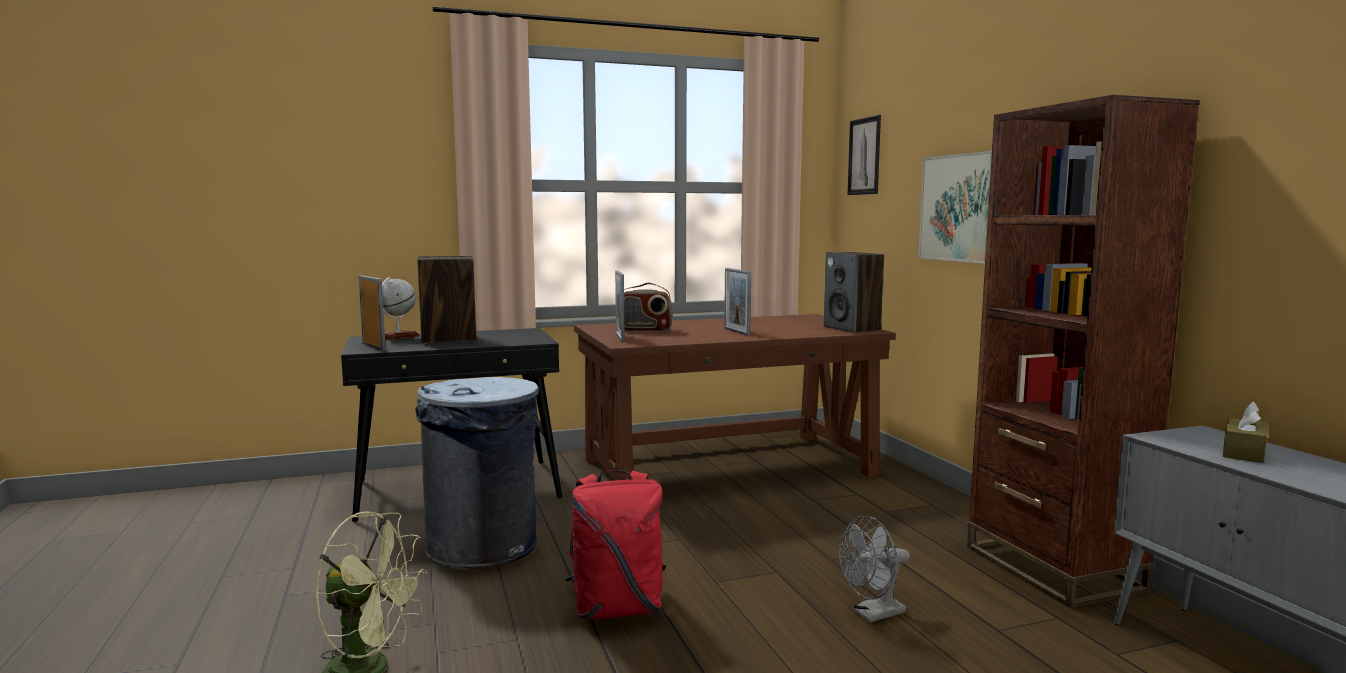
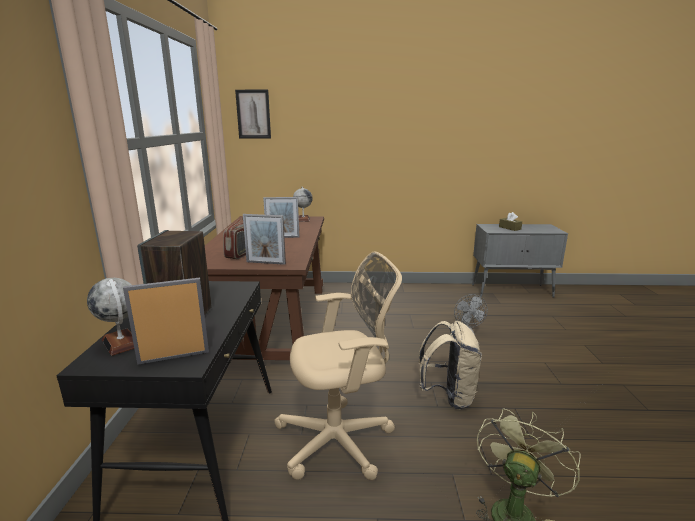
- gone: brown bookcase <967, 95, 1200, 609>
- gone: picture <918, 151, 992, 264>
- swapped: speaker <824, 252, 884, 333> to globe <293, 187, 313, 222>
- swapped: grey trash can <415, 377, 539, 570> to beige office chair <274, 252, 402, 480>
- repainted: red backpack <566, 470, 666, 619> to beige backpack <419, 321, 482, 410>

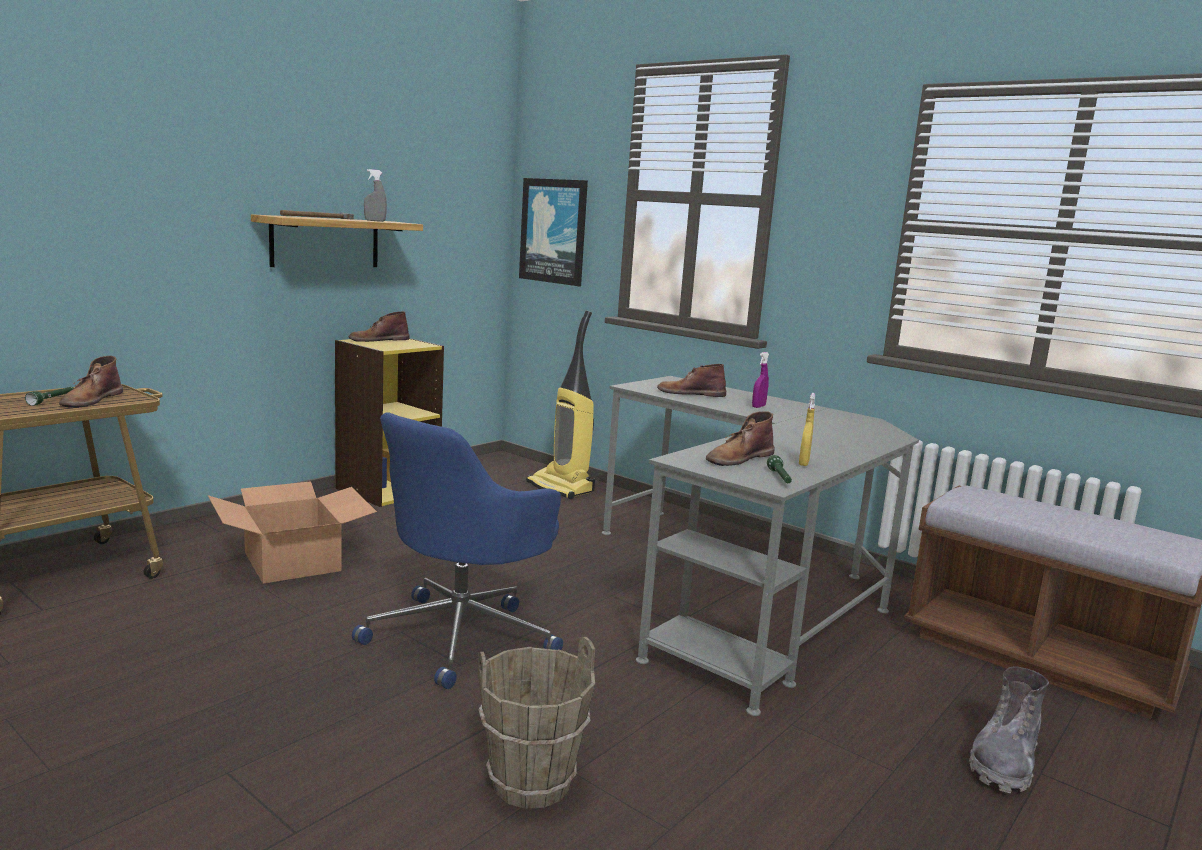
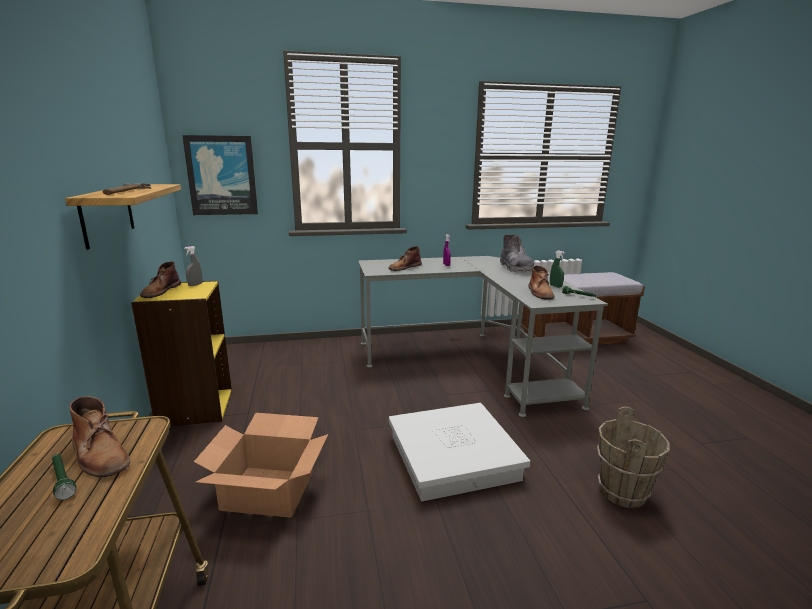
- shifted: grey spray bottle <364, 169, 387, 222> to <184, 246, 203, 286>
- gone: vacuum cleaner <526, 311, 595, 499>
- repainted: yellow spray bottle <799, 393, 815, 466> to green spray bottle <550, 251, 565, 287>
- swapped: blue office chair <352, 412, 563, 689> to white storage box <389, 403, 530, 501>
- shifted: grey boot <969, 666, 1049, 793> to <500, 235, 534, 273>

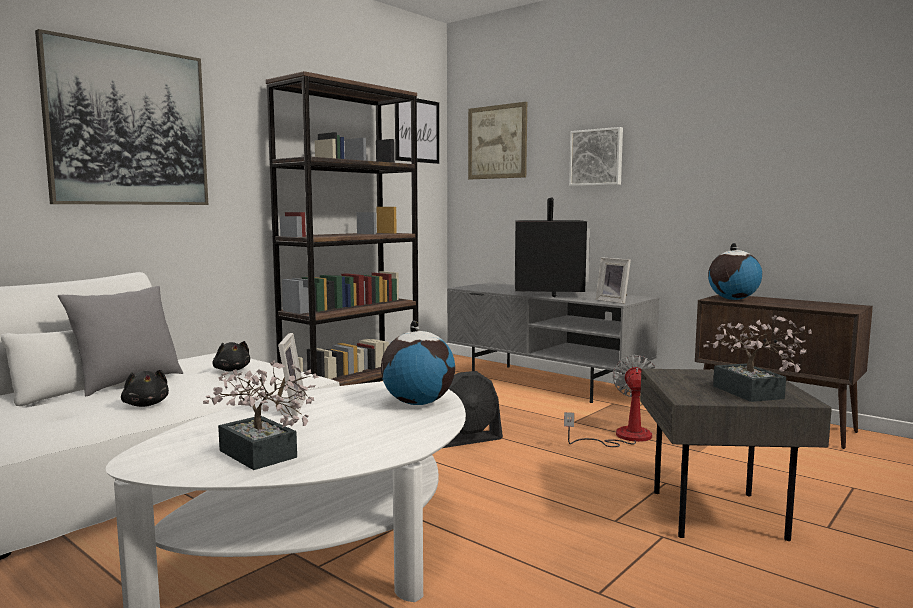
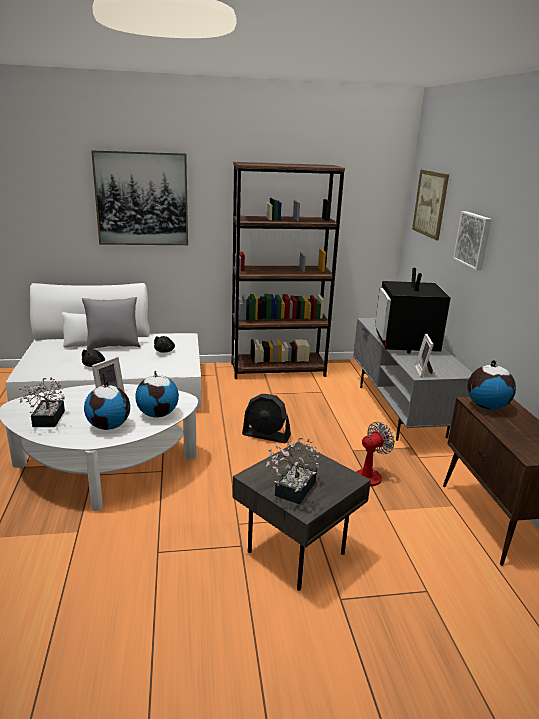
- gone: picture <395, 98, 439, 164>
- rotated: television <515, 197, 590, 297> = <375, 268, 451, 354> 135 degrees clockwise
- new: globe <84, 381, 130, 430>

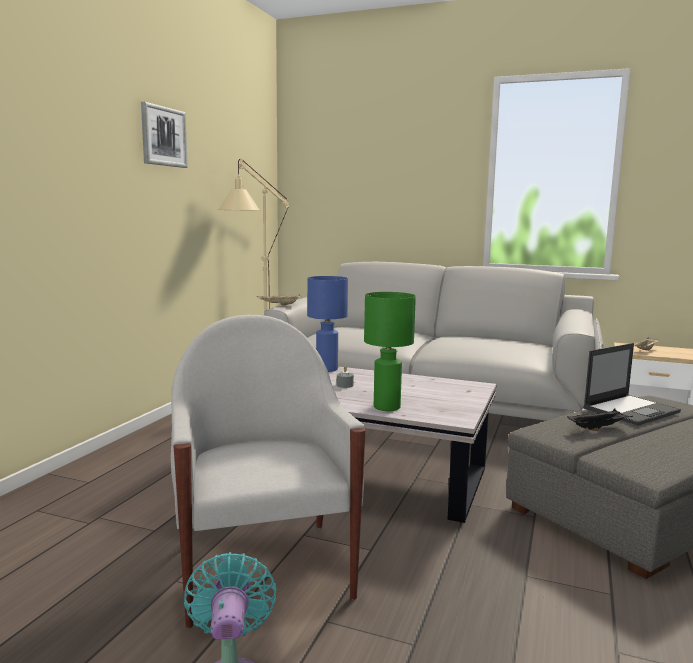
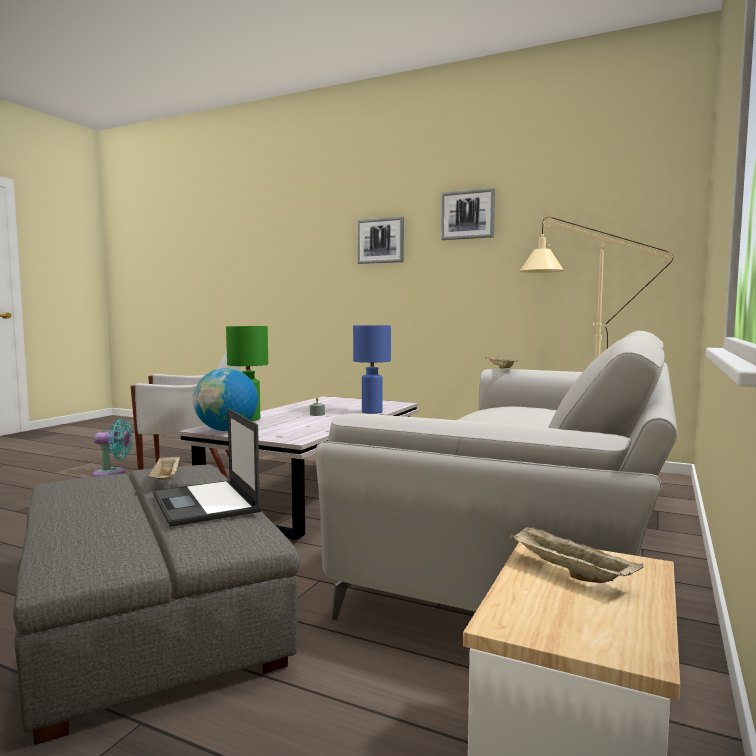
- repainted: black tray <567, 409, 633, 431> to beige tray <149, 455, 180, 480>
- new: picture <357, 216, 404, 264>
- new: globe <193, 368, 258, 431>

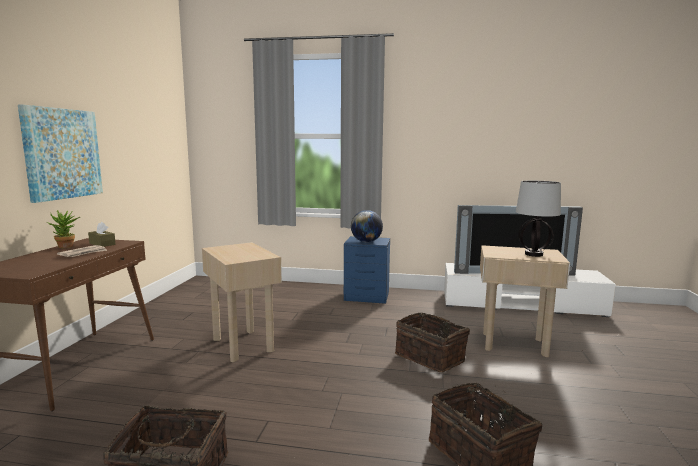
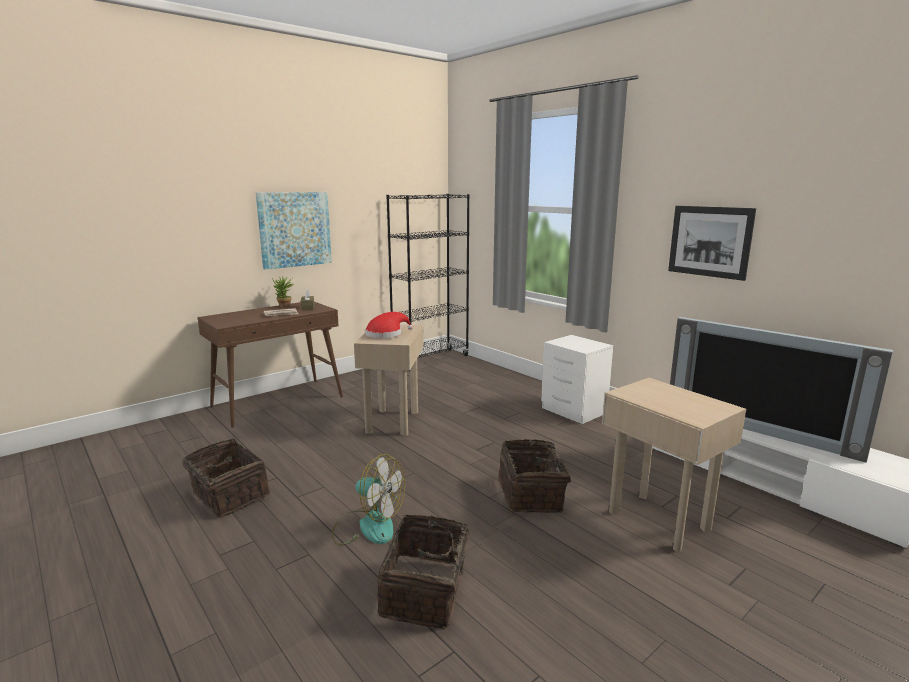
- gone: table lamp <516, 181, 561, 257>
- gone: globe <351, 210, 383, 242>
- repainted: blue nightstand <344, 236, 390, 304> to white nightstand <541, 335, 613, 424>
- new: black bookcase <386, 194, 470, 371>
- new: picture <668, 206, 756, 281>
- new: red hat <365, 312, 413, 338>
- new: fan <332, 454, 405, 545>

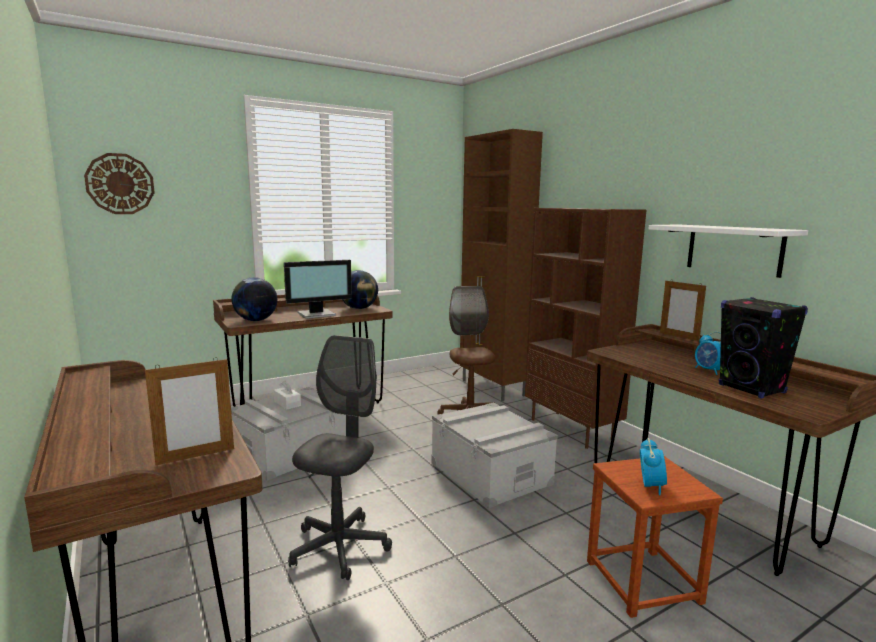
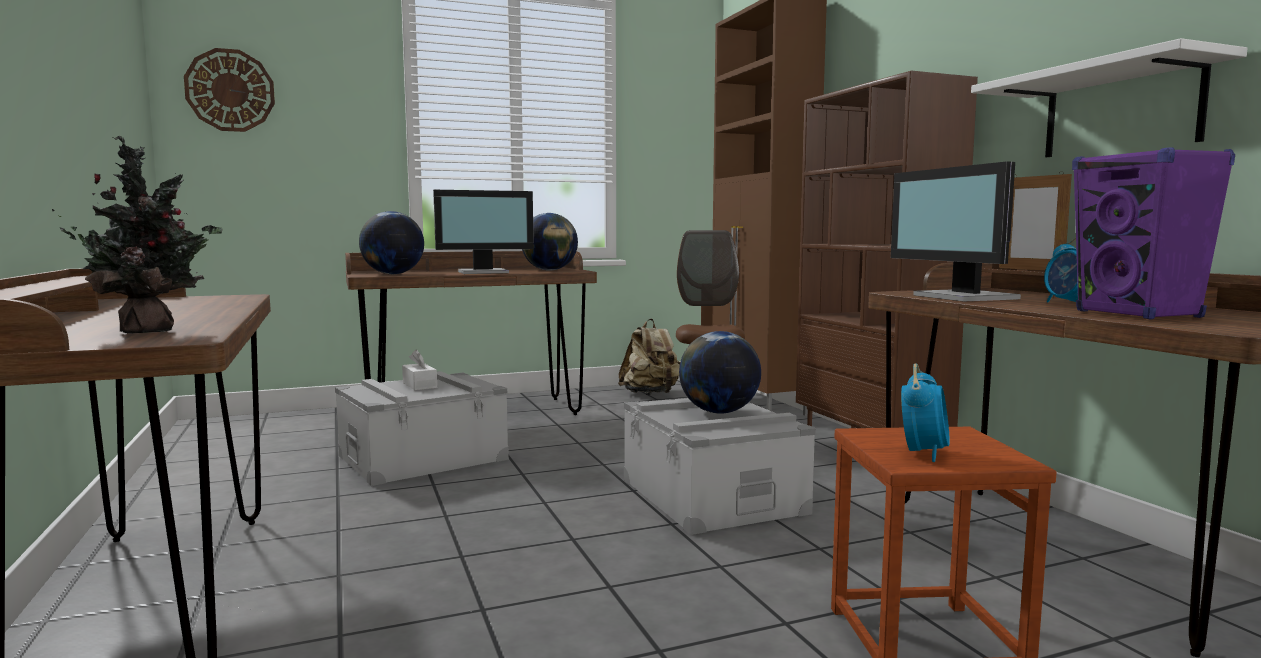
- repainted: black speaker <719, 297, 808, 399> to purple speaker <1072, 147, 1235, 319>
- gone: grey office chair <288, 335, 392, 580>
- swapped: picture frame <145, 357, 234, 465> to potted plant <52, 136, 223, 334>
- new: monitor <891, 161, 1021, 302>
- new: beige backpack <618, 319, 680, 395>
- new: globe <679, 331, 761, 414>

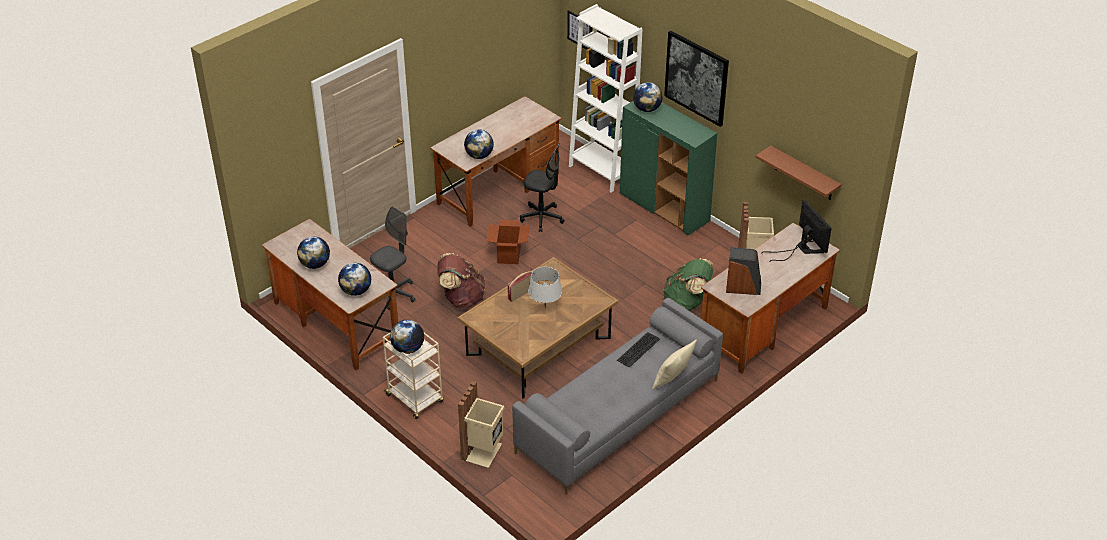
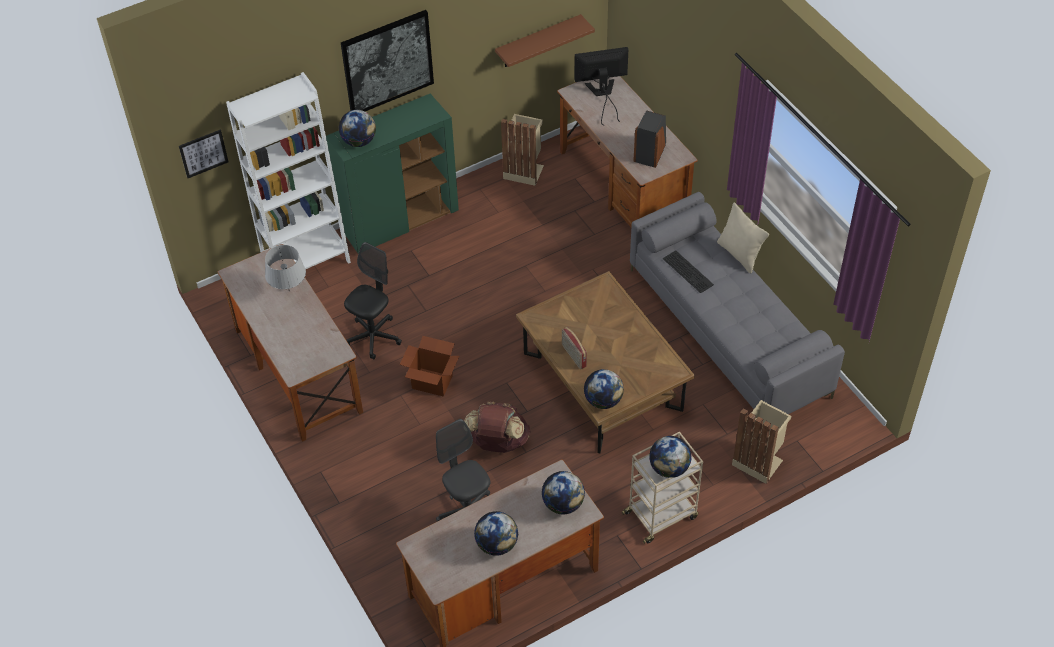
- shifted: globe <464, 130, 494, 159> to <584, 369, 624, 409>
- gone: green backpack <663, 258, 714, 311>
- shifted: grey table lamp <528, 267, 562, 303> to <265, 245, 306, 289>

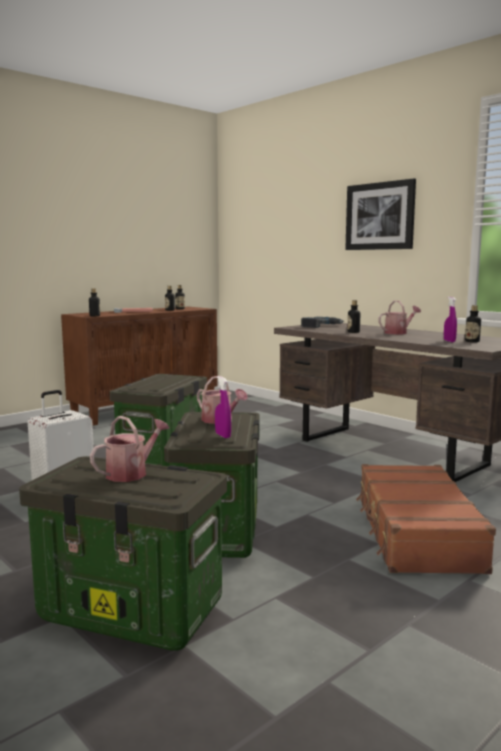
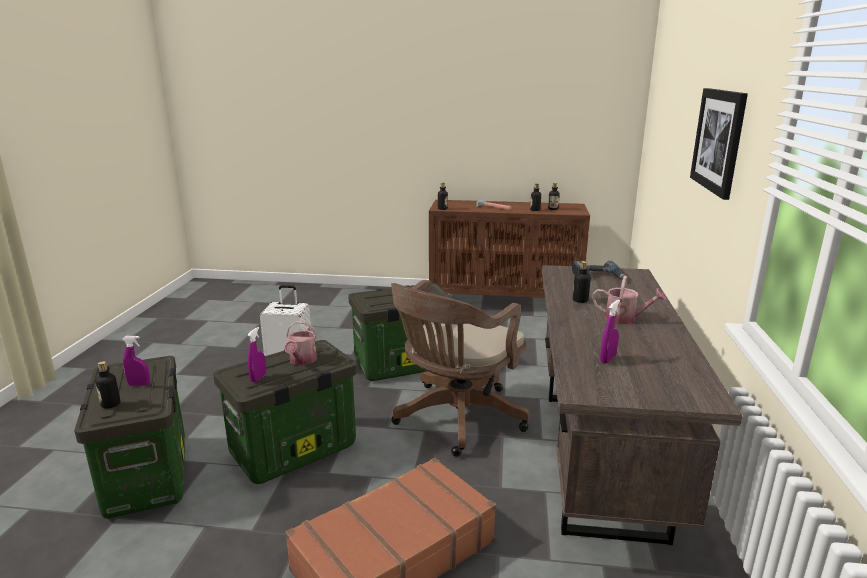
- shifted: bottle <465, 305, 481, 342> to <95, 361, 121, 409>
- swapped: watering can <90, 416, 169, 482> to purple spray bottle <122, 336, 150, 386>
- new: brown office chair <391, 280, 529, 457>

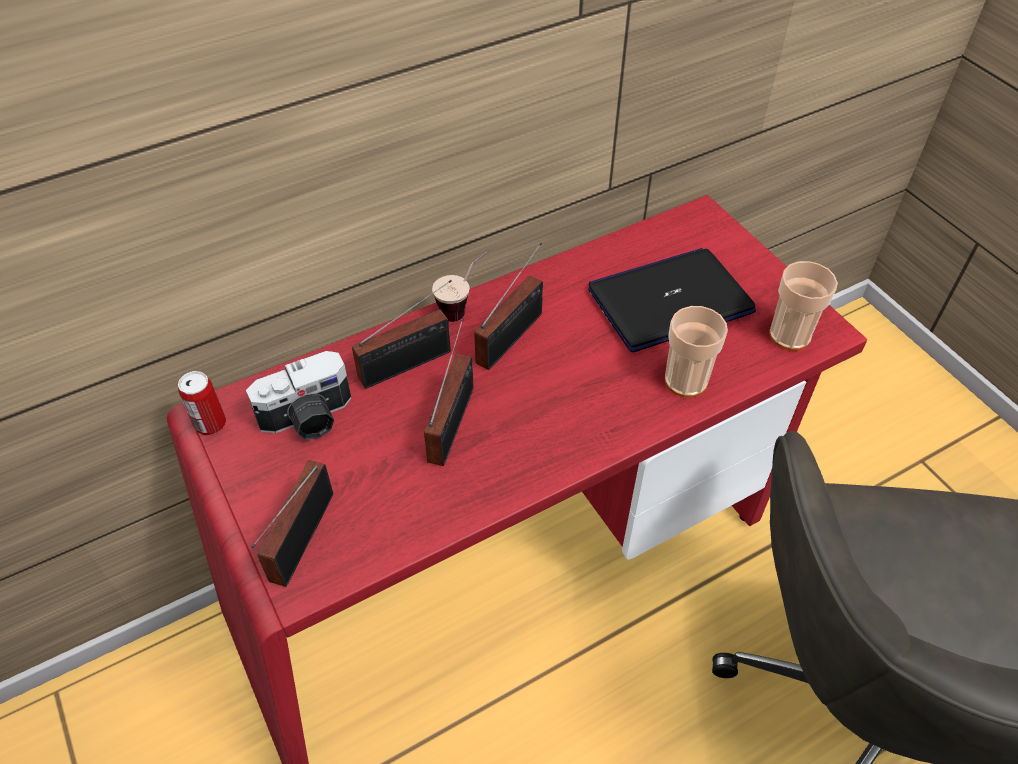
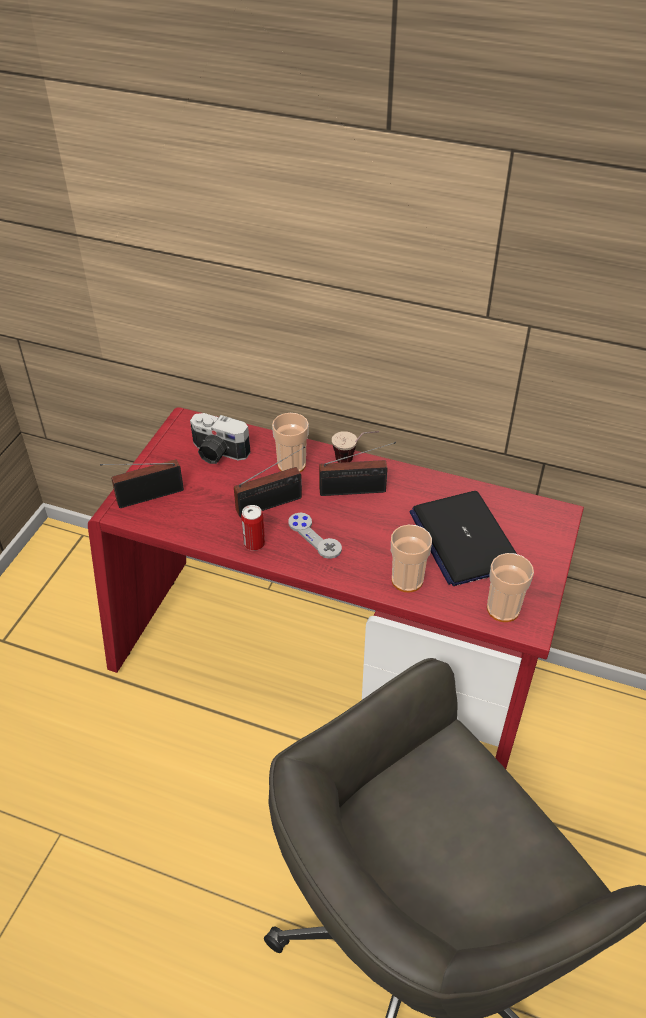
- rotated: laptop <588, 248, 756, 352> = <409, 491, 517, 586> 135 degrees counterclockwise
- swapped: radio <352, 280, 451, 389> to cup <272, 413, 309, 472>
- shifted: can <178, 371, 226, 435> to <241, 505, 265, 551>
- new: grey game controller <289, 512, 342, 559>

